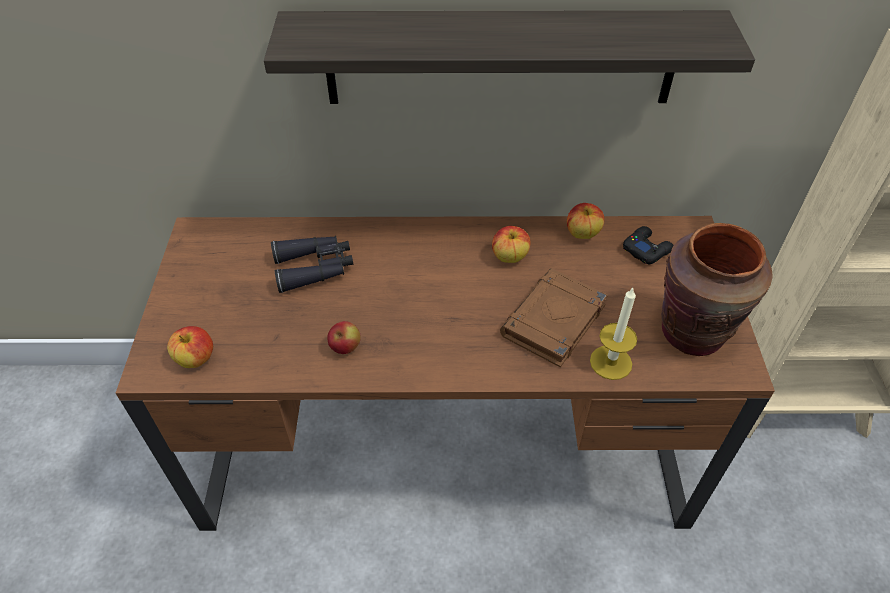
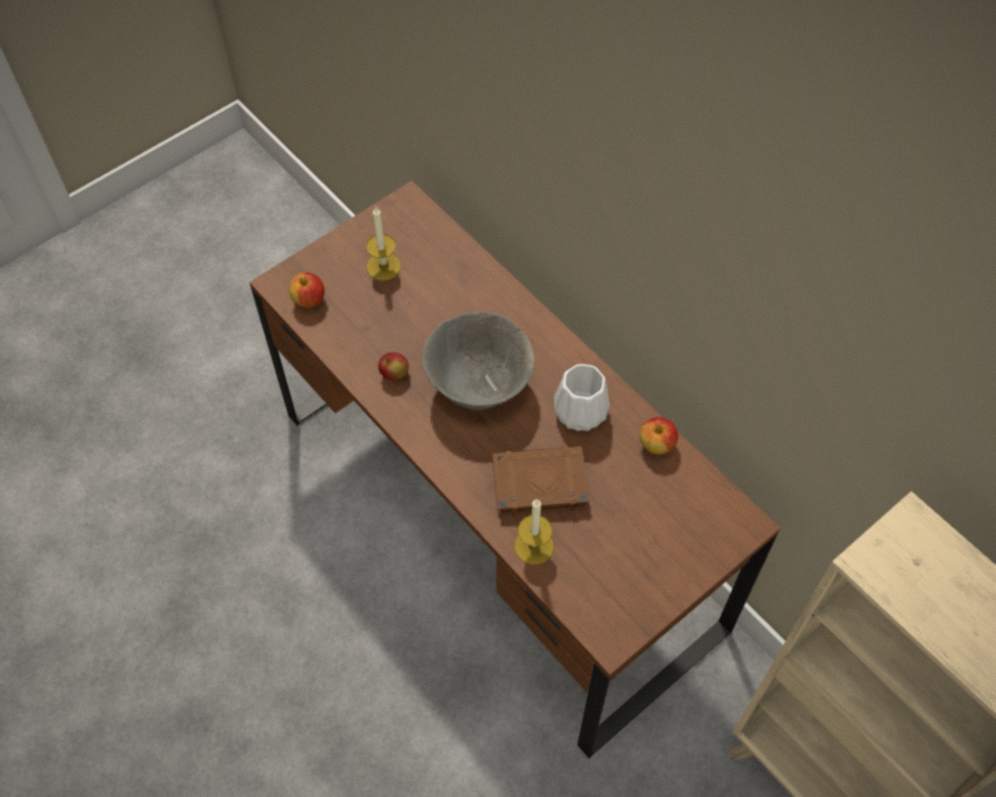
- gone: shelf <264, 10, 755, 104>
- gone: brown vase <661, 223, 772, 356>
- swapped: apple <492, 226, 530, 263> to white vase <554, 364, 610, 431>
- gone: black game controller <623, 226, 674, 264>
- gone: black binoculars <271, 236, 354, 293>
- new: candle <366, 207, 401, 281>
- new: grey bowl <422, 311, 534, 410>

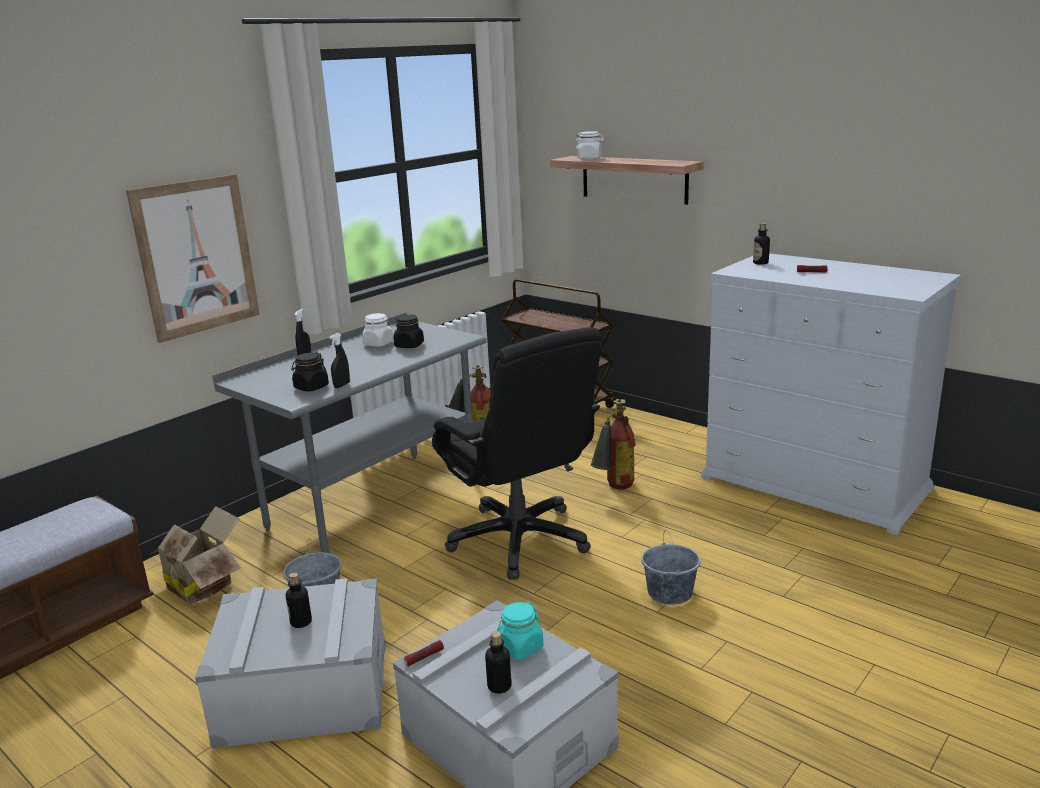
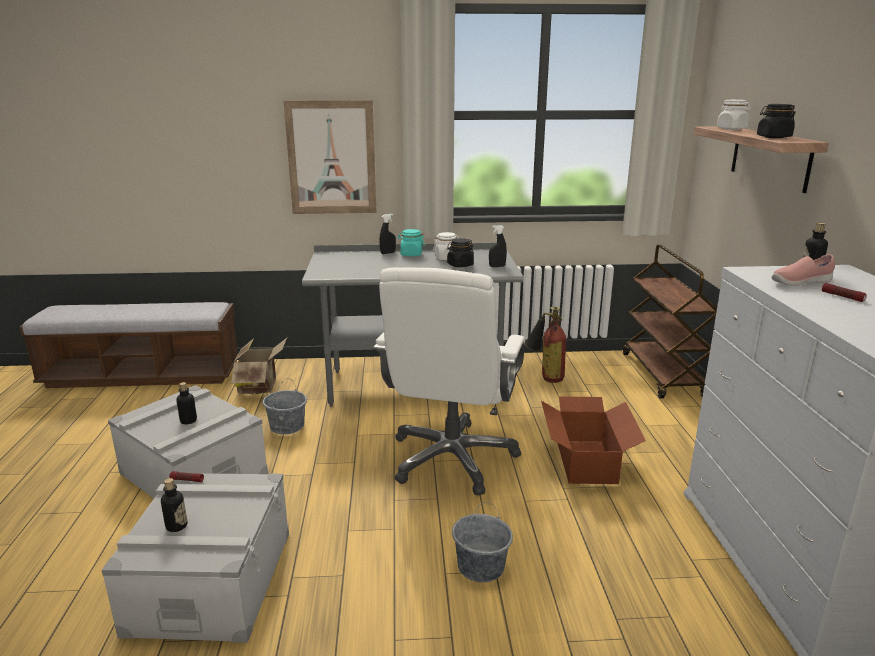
- repainted: black office chair <432, 327, 601, 579> to white office chair <373, 268, 525, 496>
- shifted: black spray bottle <329, 333, 350, 388> to <489, 225, 507, 267>
- shifted: black jar <291, 353, 329, 392> to <757, 104, 796, 138>
- swapped: fire extinguisher <591, 399, 636, 489> to cardboard box <541, 397, 646, 484>
- shifted: turquoise jar <497, 602, 543, 660> to <397, 229, 425, 256>
- new: pink shoe <772, 254, 835, 286>

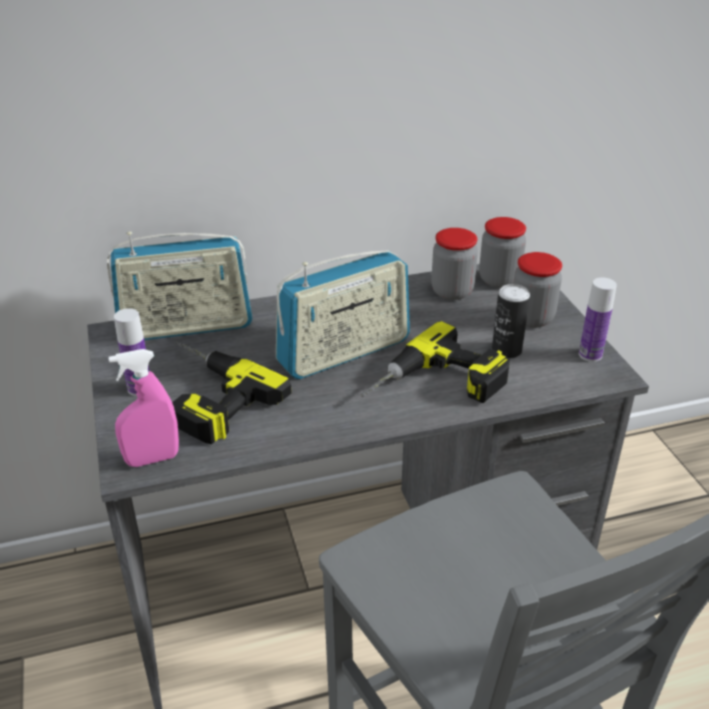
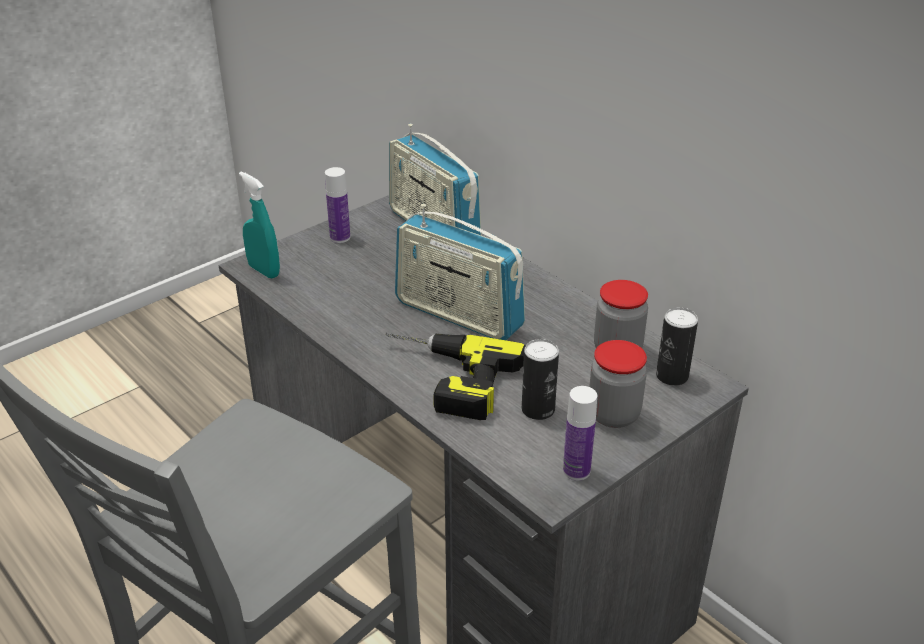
- swapped: jar <479, 217, 526, 288> to can <656, 307, 698, 386>
- gone: power drill <172, 341, 292, 444>
- repainted: pink spray bottle <108, 349, 179, 467> to turquoise spray bottle <239, 172, 280, 279>

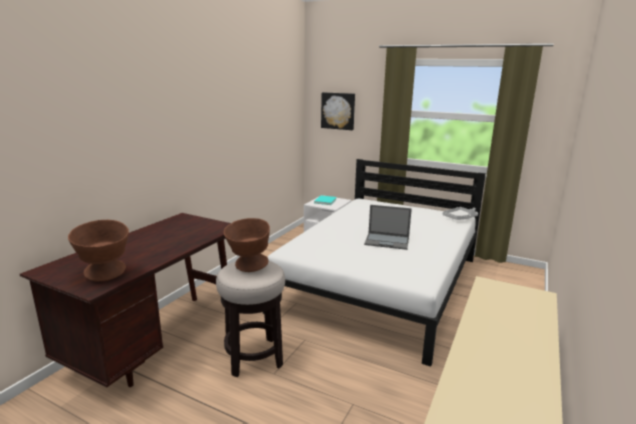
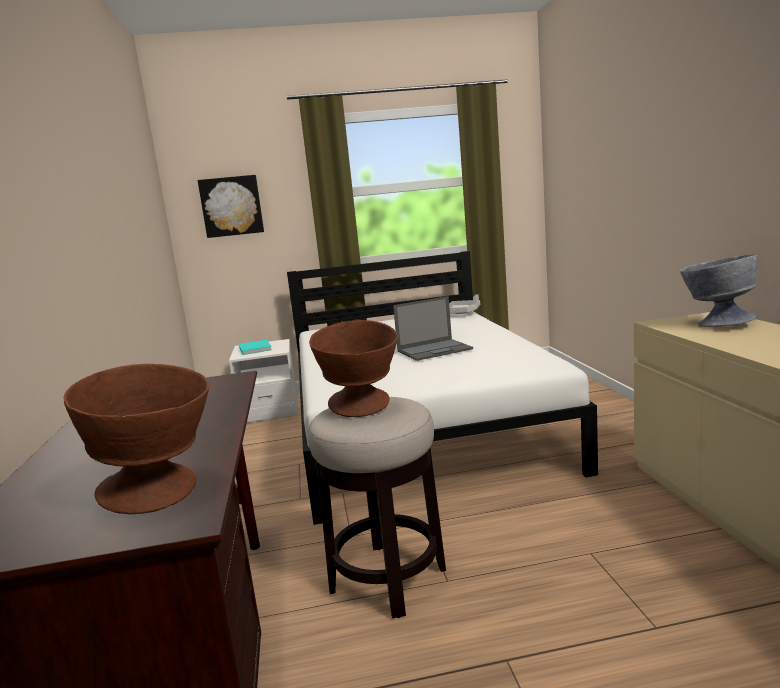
- new: grey bowl <680, 254, 757, 327>

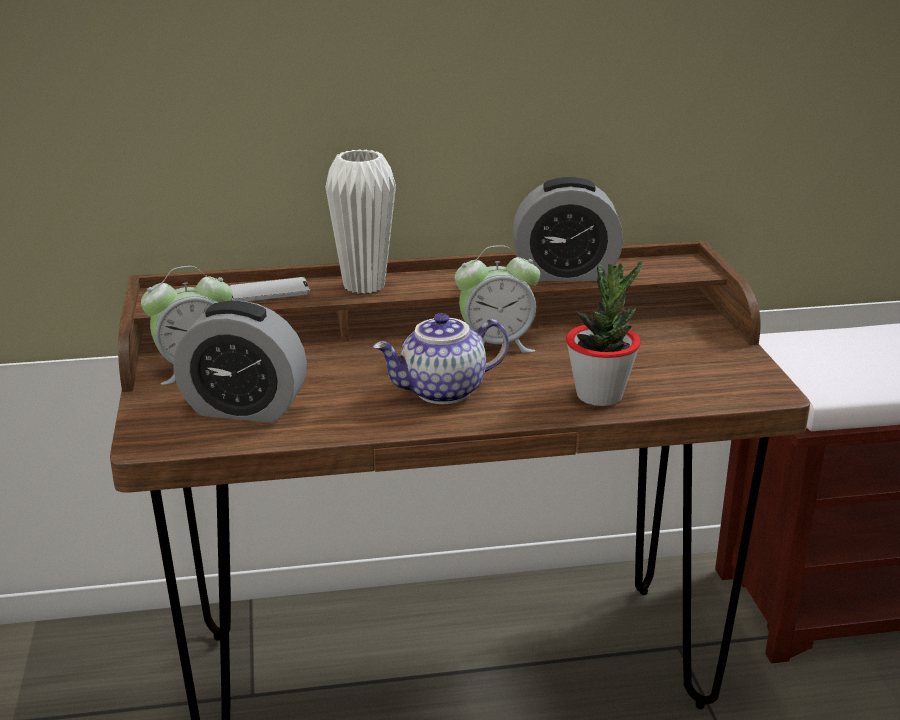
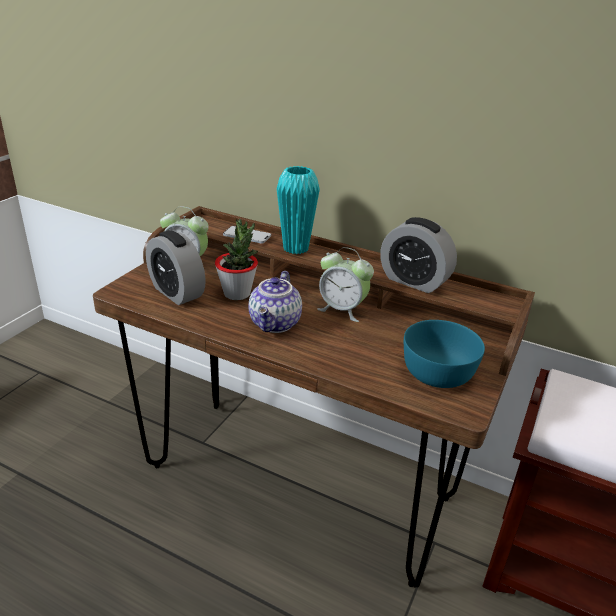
- repainted: white vase <325, 149, 396, 294> to turquoise vase <277, 166, 320, 254>
- shifted: potted plant <566, 261, 642, 406> to <215, 219, 258, 300>
- rotated: teapot <373, 313, 509, 404> = <249, 271, 302, 333> 90 degrees counterclockwise
- new: turquoise bowl <404, 320, 485, 388>

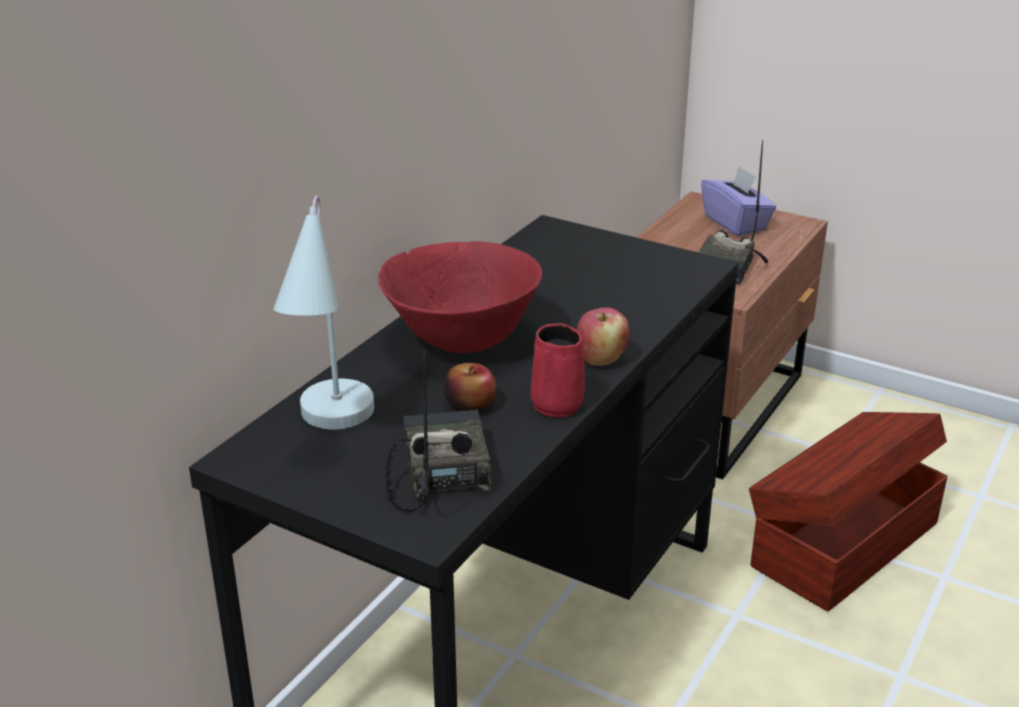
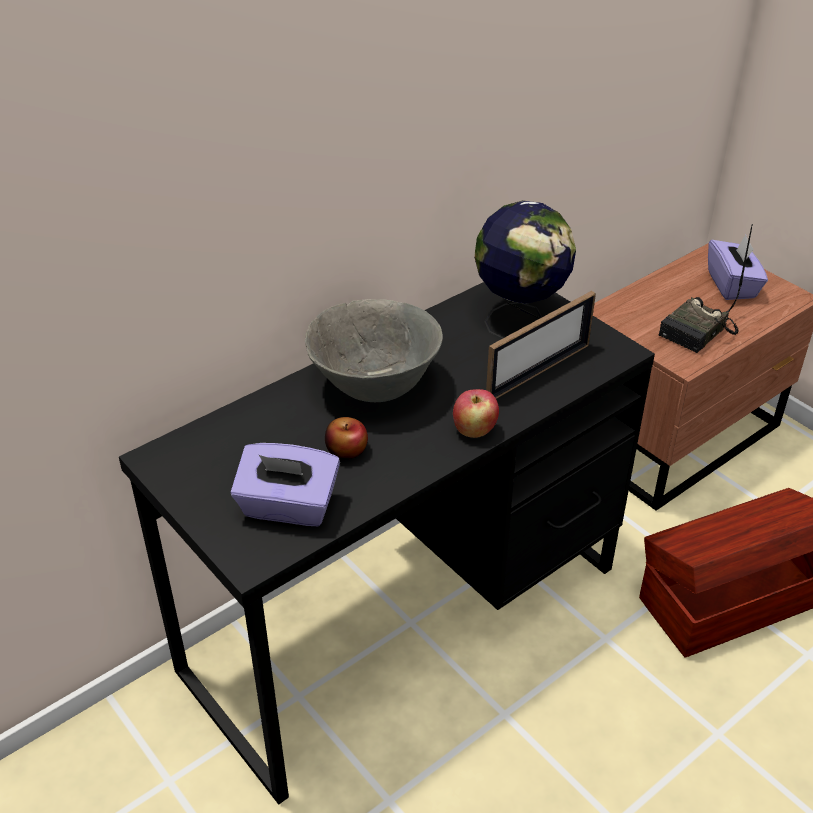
- gone: white table lamp <274, 196, 374, 429>
- repainted: red bowl <378, 241, 542, 353> to grey bowl <305, 299, 443, 402>
- gone: red mug <531, 323, 585, 418>
- swapped: radio <386, 350, 491, 512> to purple tissue box <231, 443, 340, 526>
- new: globe <474, 200, 576, 339>
- new: picture frame <486, 291, 596, 399>

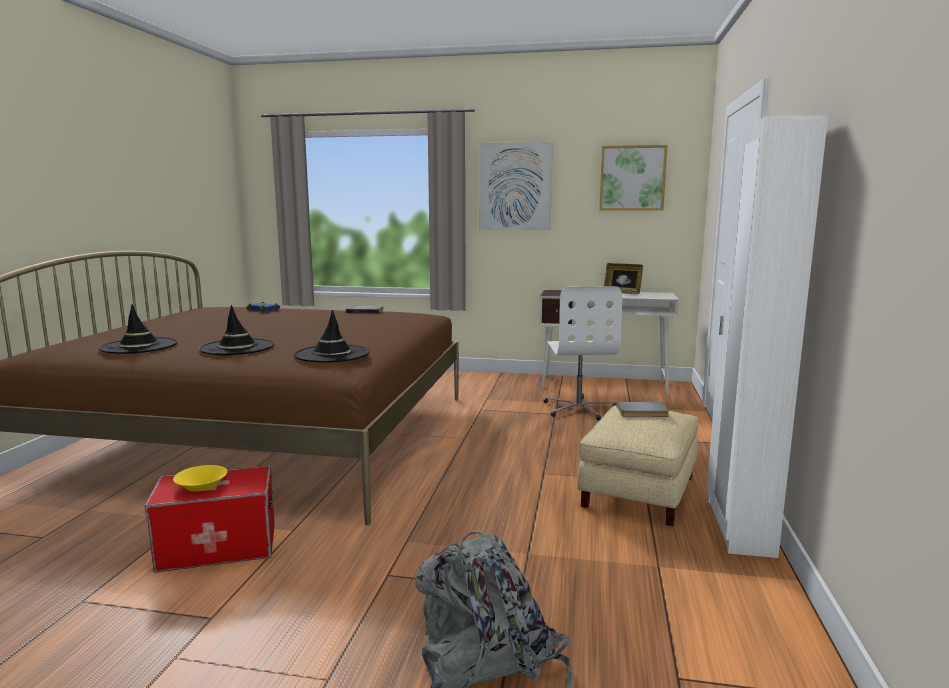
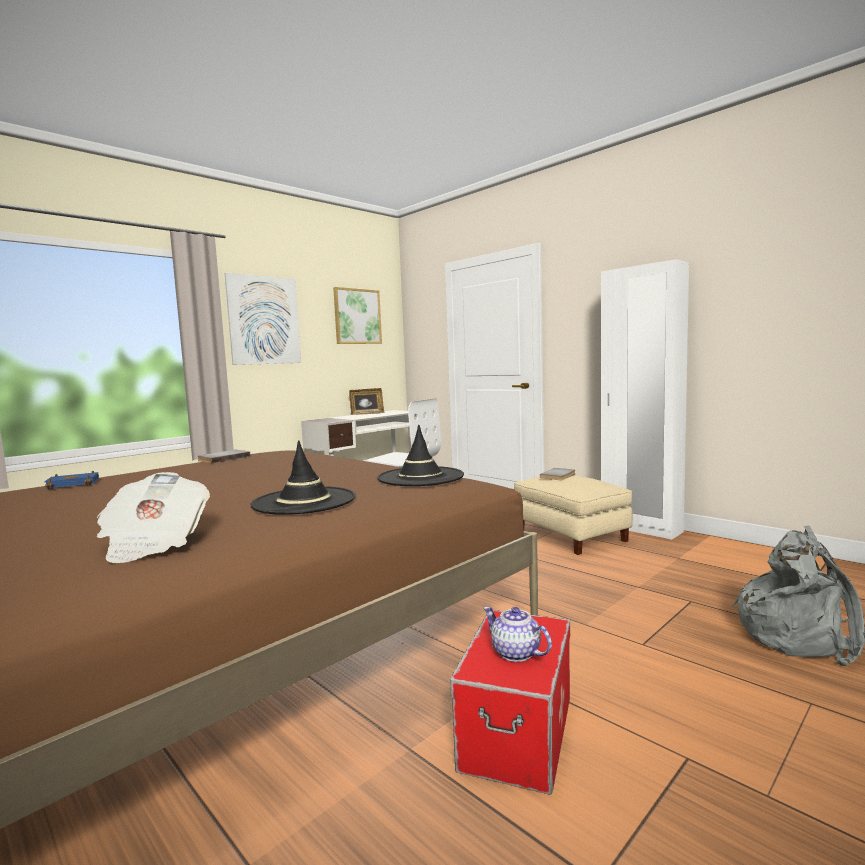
- swapped: black hat <99, 304, 178, 354> to newspaper <96, 472, 210, 563>
- swapped: yellow bowl <173, 465, 227, 491> to teapot <483, 607, 552, 662>

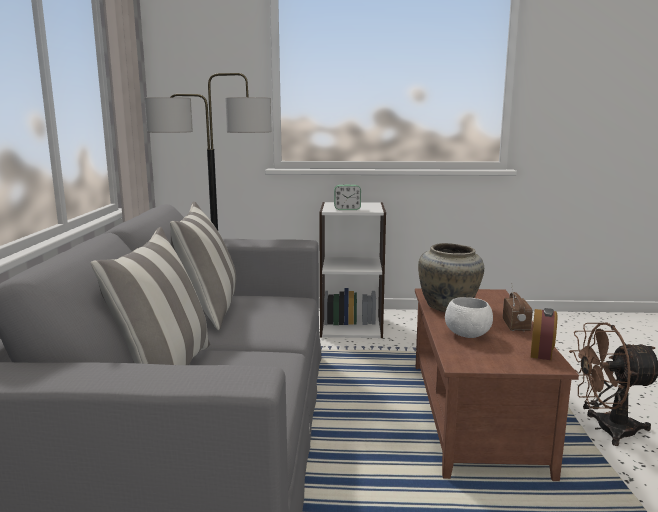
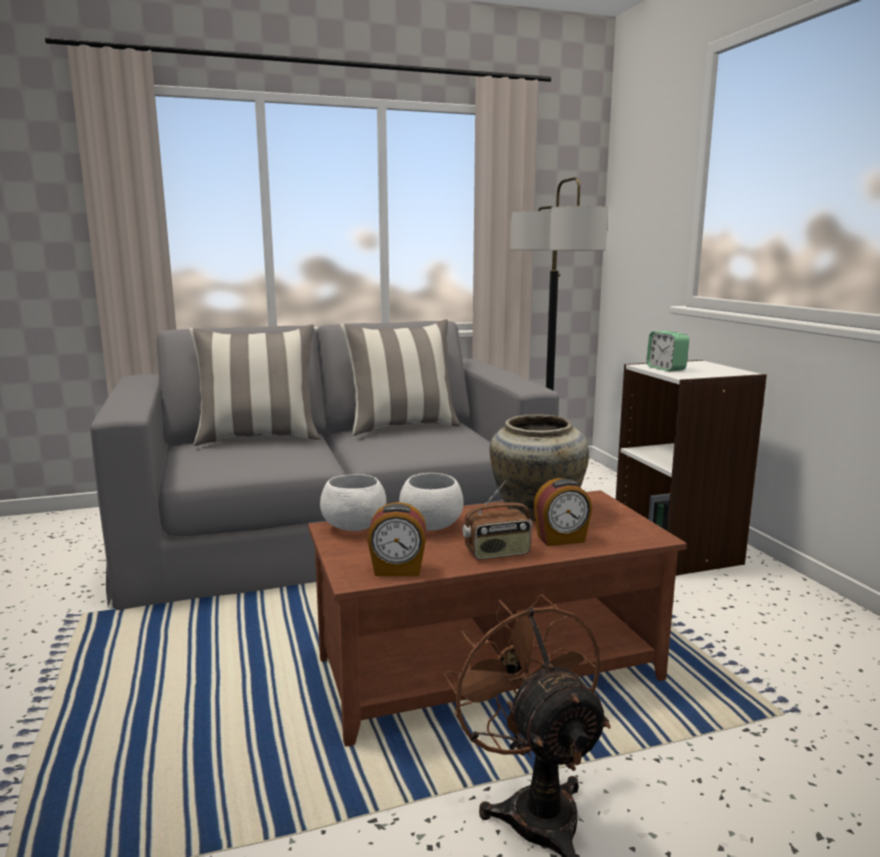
- new: white bowl <320, 474, 386, 531>
- new: alarm clock <533, 478, 592, 546>

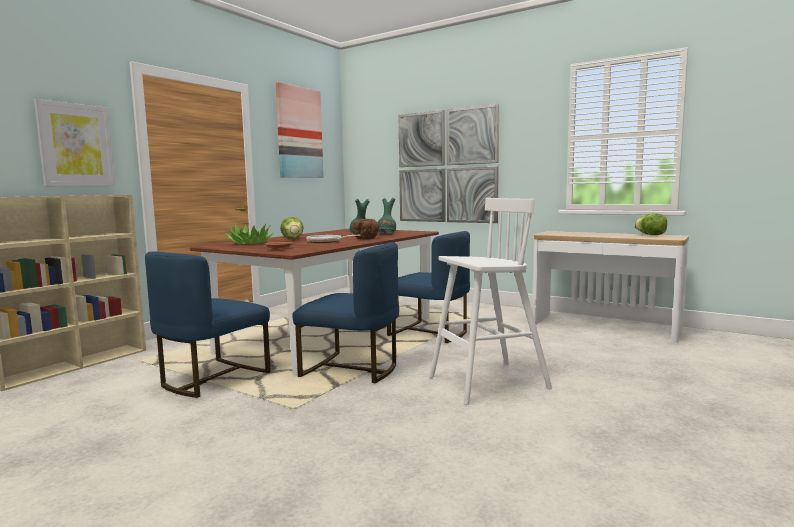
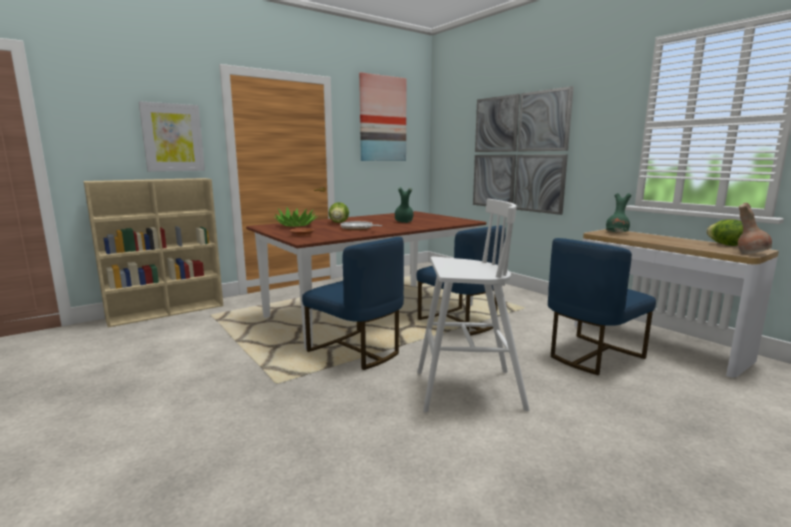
- shifted: green vase <378, 198, 396, 234> to <606, 193, 632, 232>
- gone: brown bowl <353, 219, 379, 240>
- shifted: blue chair <145, 251, 271, 398> to <548, 238, 656, 375>
- new: brown vase <738, 203, 772, 254>

